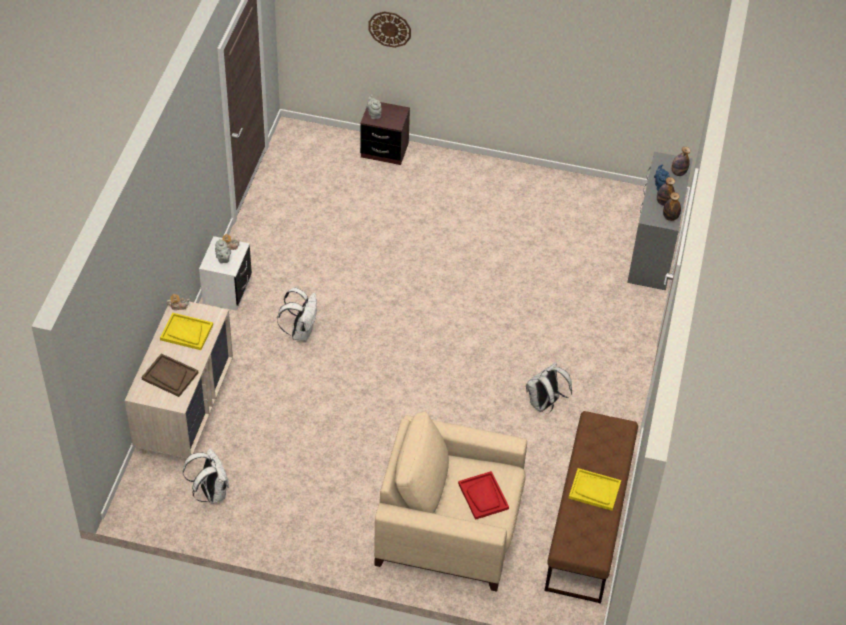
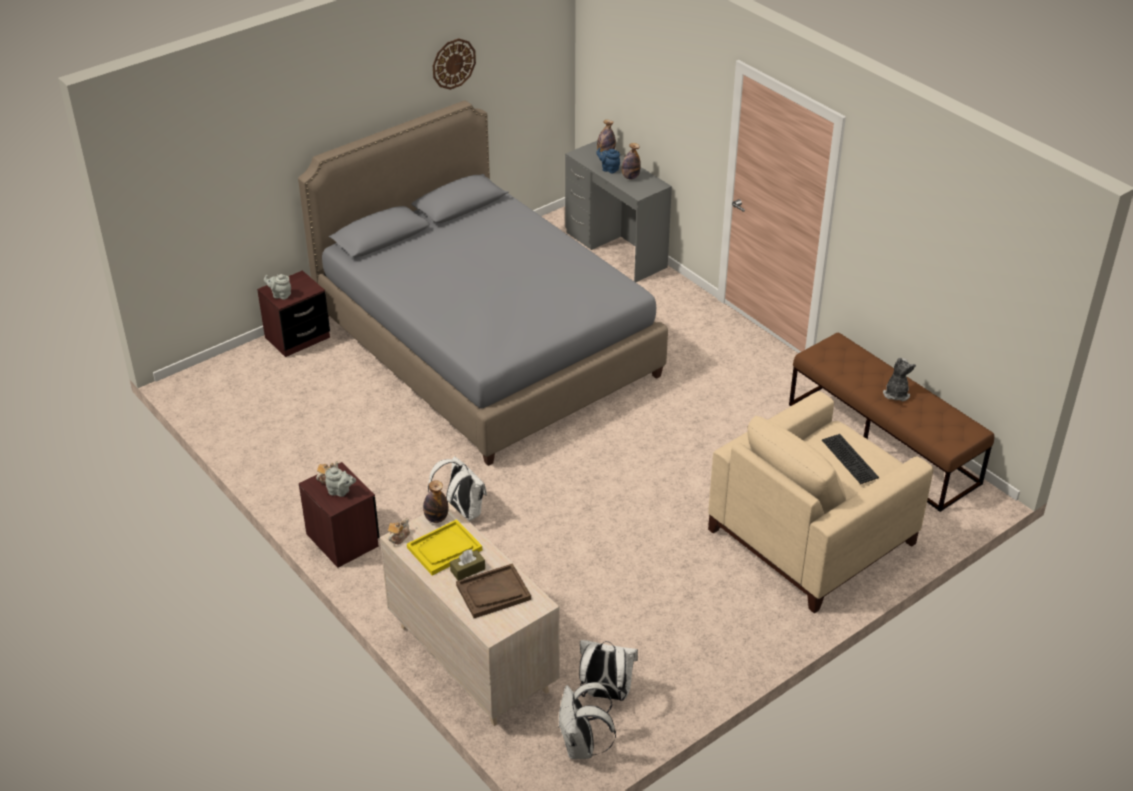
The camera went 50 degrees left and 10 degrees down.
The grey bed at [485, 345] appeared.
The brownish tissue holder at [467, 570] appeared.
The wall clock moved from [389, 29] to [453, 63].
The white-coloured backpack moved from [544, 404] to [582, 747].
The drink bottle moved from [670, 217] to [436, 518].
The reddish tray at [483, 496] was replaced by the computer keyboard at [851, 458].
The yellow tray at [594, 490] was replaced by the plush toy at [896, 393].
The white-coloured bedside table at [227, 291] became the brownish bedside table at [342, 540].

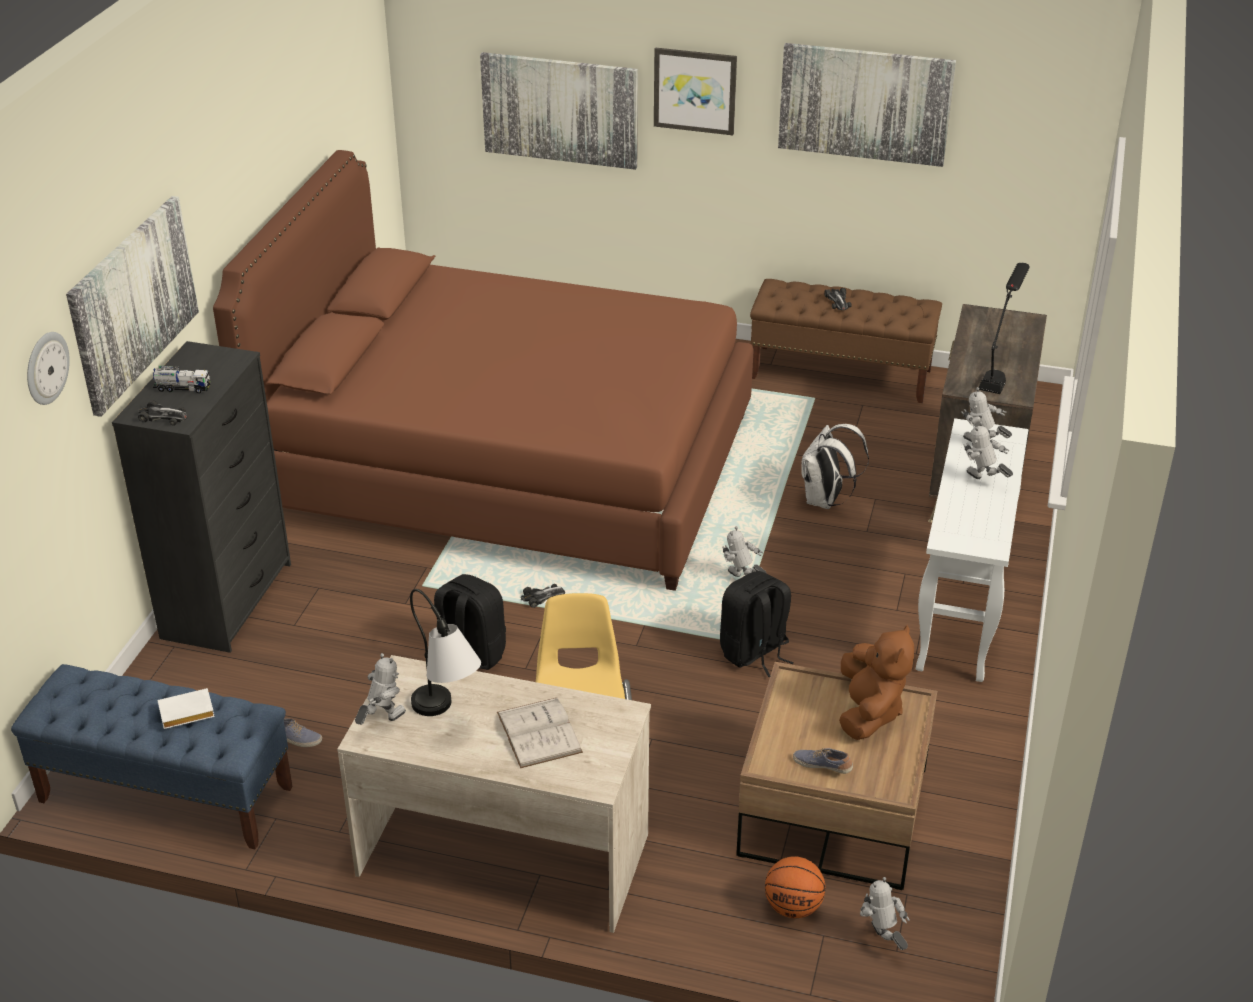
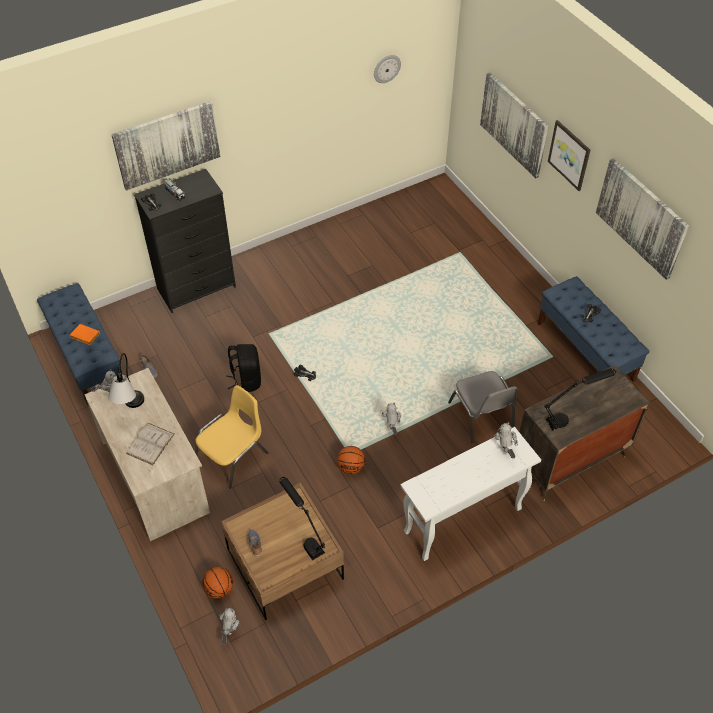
The camera went 45 degrees right and 15 degrees up.
The brownish bed at [509, 465] disappeared.
The model robot at [982, 482] disappeared.
The wall clock moved from [46, 368] to [386, 68].
The black backpack at [754, 653] was replaced by the basketball at [351, 467].
The white-coloured backpack at [825, 500] was replaced by the grey upright chair at [482, 416].
The brownish plush toy at [869, 712] was replaced by the black table lamp at [305, 537].
The white-coloured book at [185, 714] became the orange-coloured book at [84, 336].
The brownish long seat at [841, 374] became the bluish long seat at [585, 352].

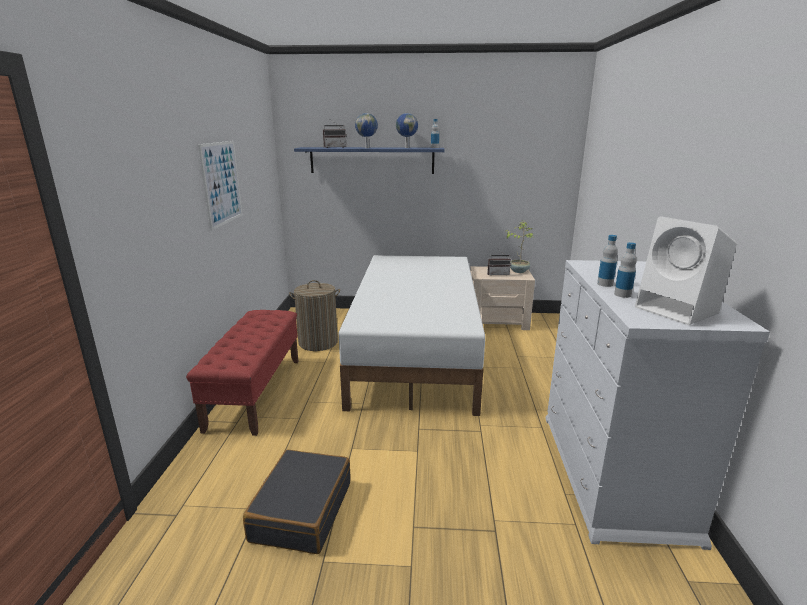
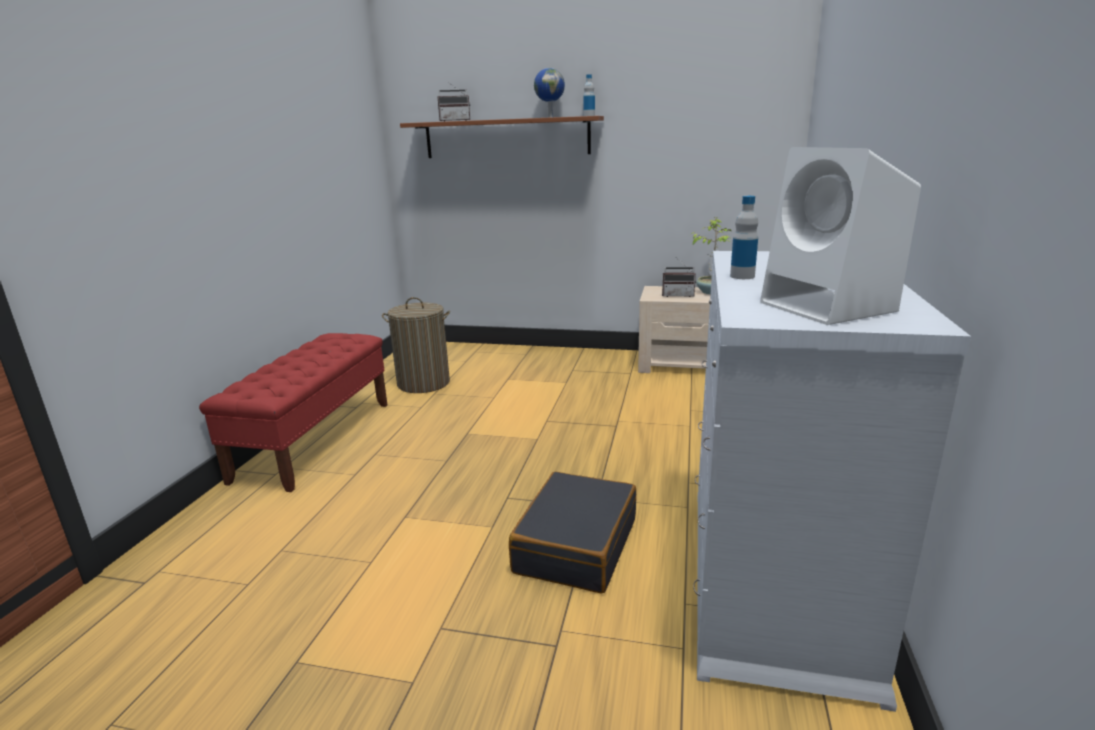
The camera went 10 degrees right and 0 degrees up.
The picture at [221, 183] disappeared.
The white-coloured bed at [416, 351] disappeared.
The desk globe at [367, 148] disappeared.
The drink bottle at [622, 294] disappeared.
The black suitcase moved from [301, 511] to [575, 545].
The bluish shelf at [372, 160] became the brownish shelf at [506, 138].

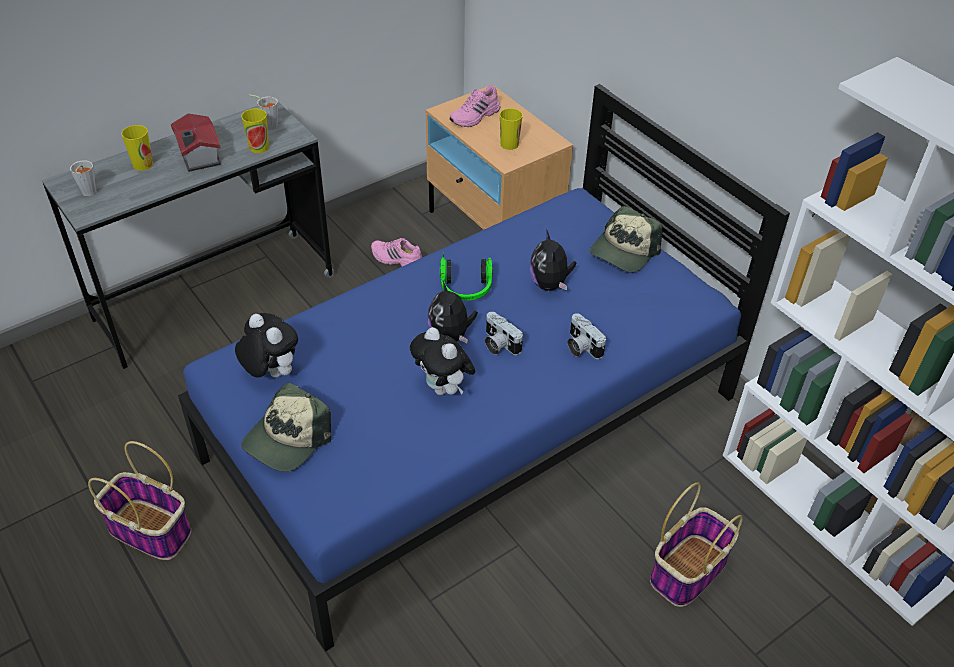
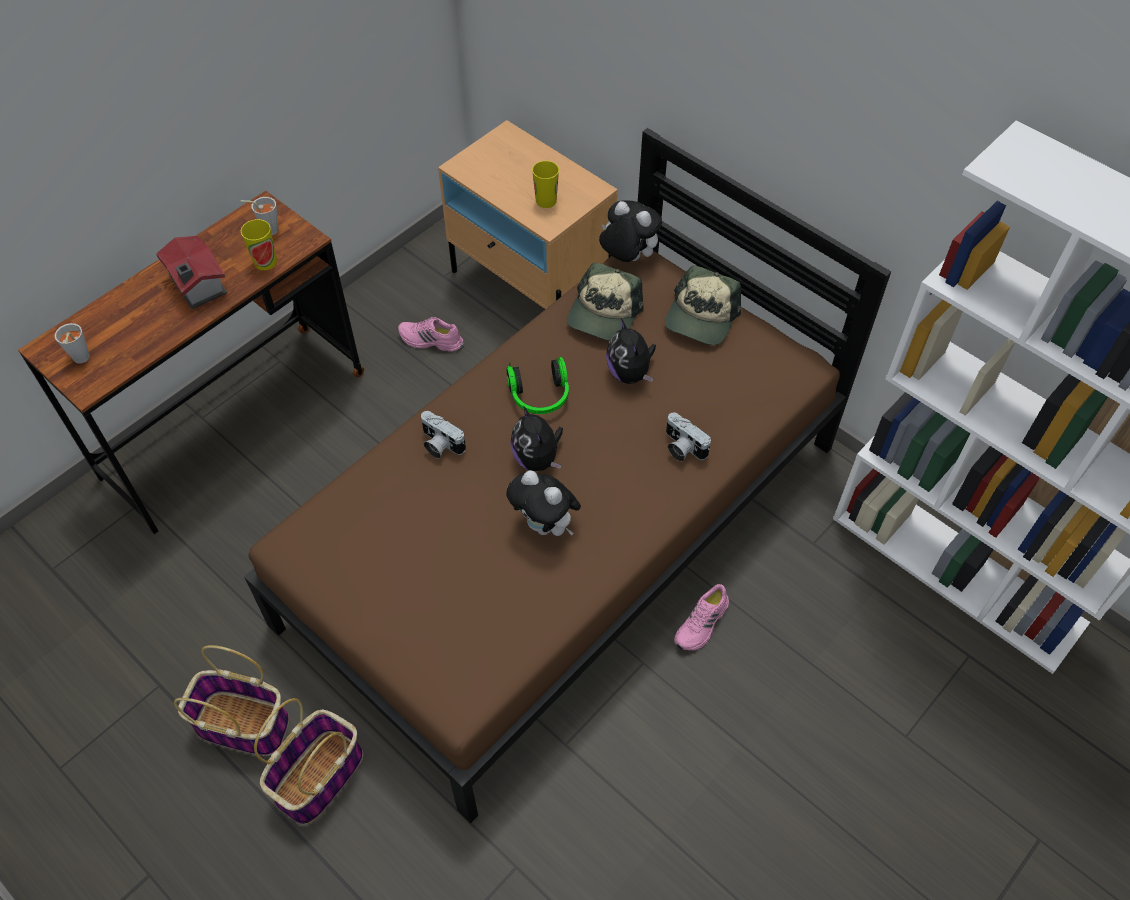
The camera went 10 degrees left and 10 degrees up.
The cup at [143, 164] disappeared.
The plush toy moved from [270, 373] to [627, 258].
The peaked cap moved from [287, 439] to [604, 314].
The pinkish item of footwear moved from [475, 116] to [702, 624].
The still camera moved from [498, 344] to [439, 445].
The basket moved from [688, 569] to [319, 775].
The grey desk unit at [215, 297] became the brownish desk unit at [234, 424].
The bluish bed at [474, 426] became the brownish bed at [565, 533].

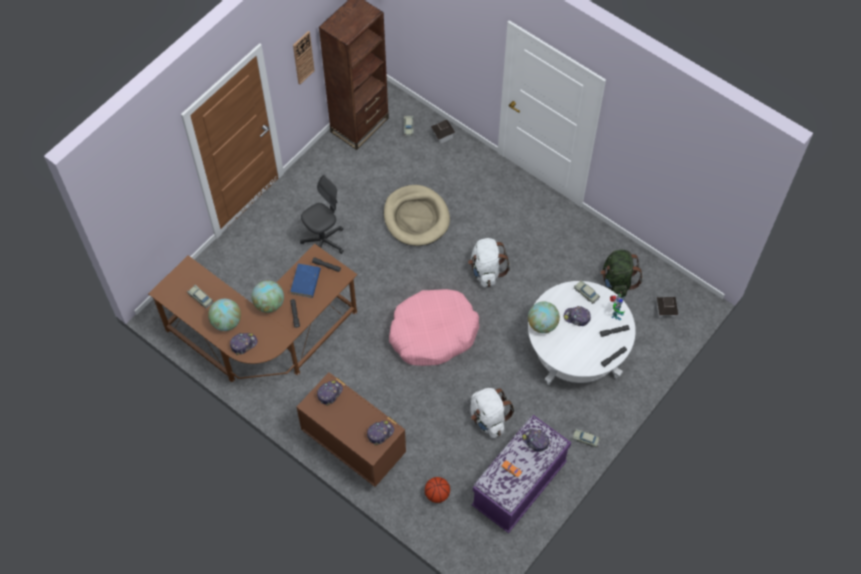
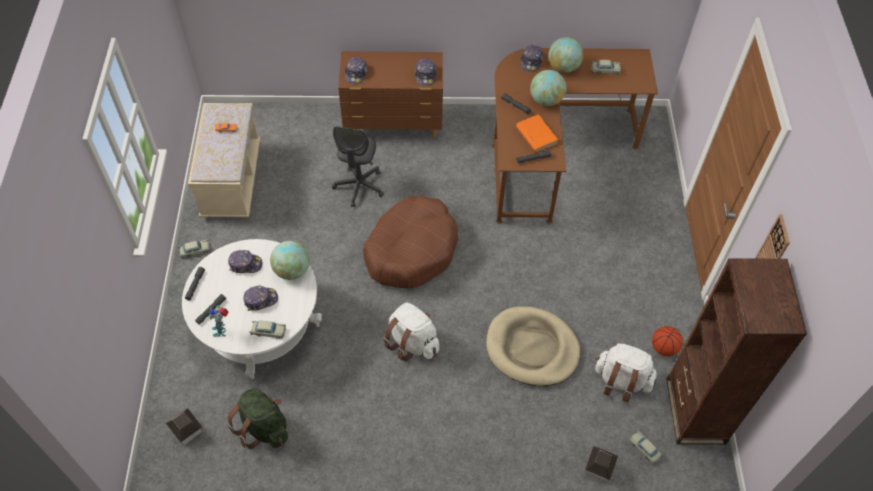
The camera went 140 degrees right and 5 degrees down.
The grey computer chair moved from [323, 242] to [359, 186].
The basketball moved from [437, 494] to [663, 348].
The white-coloured backpack moved from [488, 419] to [621, 381].
The peaked cap moved from [535, 441] to [245, 264].
The bluish book at [305, 282] became the orange-coloured book at [536, 135].
The pinkish dog bed at [433, 333] became the brownish dog bed at [411, 250].
The purple-coloured long seat at [519, 485] became the beige-coloured long seat at [231, 180].

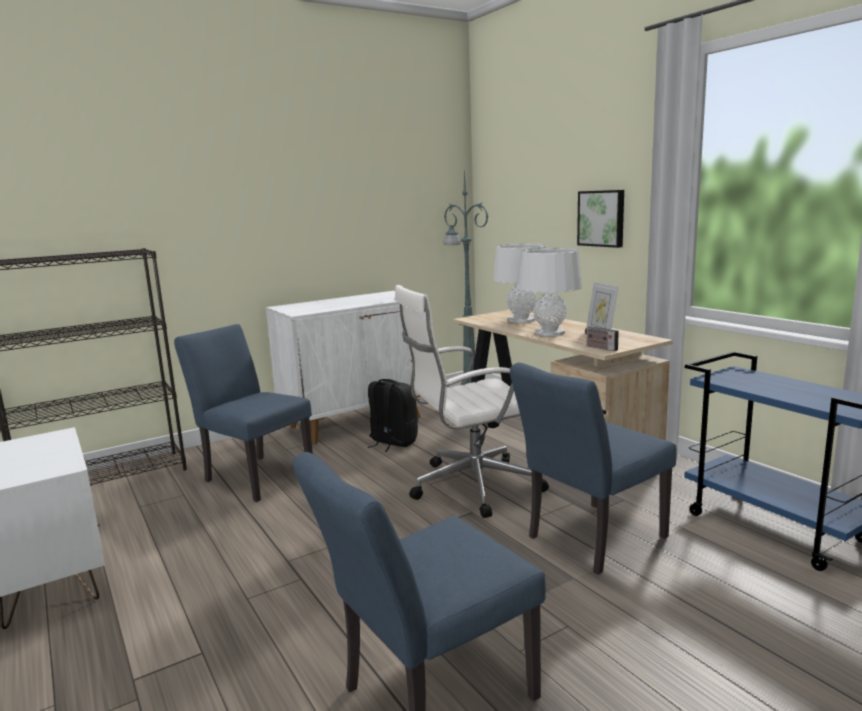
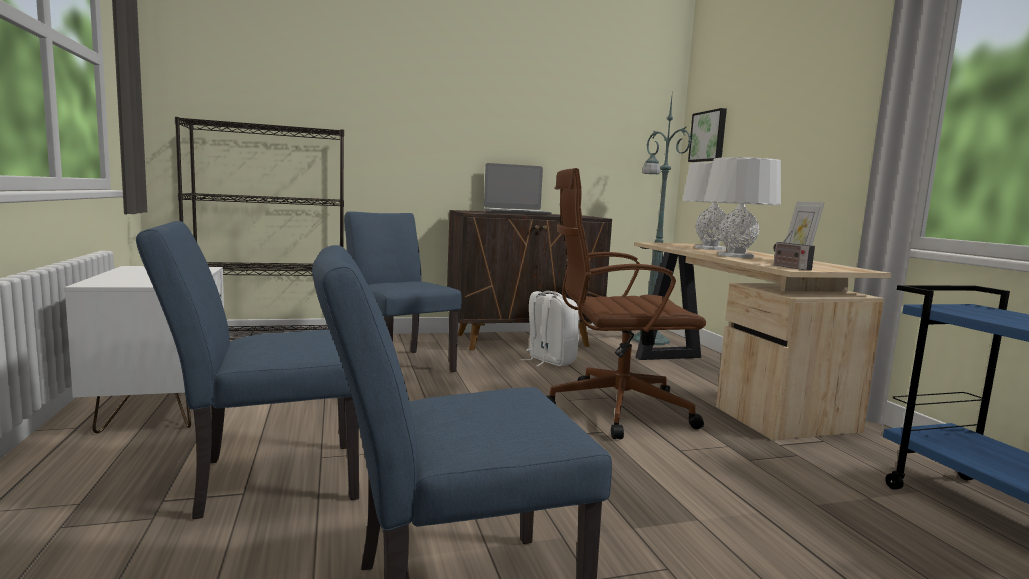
The camera went 15 degrees right and 5 degrees down.
The laptop at [516, 213] appeared.
The bluish upright chair moved from [589, 540] to [263, 480].
The picture moved from [602, 218] to [709, 136].
The white-coloured cupboard at [357, 422] became the brownish cupboard at [523, 340].
The black backpack at [392, 442] became the white-coloured backpack at [549, 361].
The white-coloured computer chair at [471, 486] became the brownish computer chair at [614, 409].

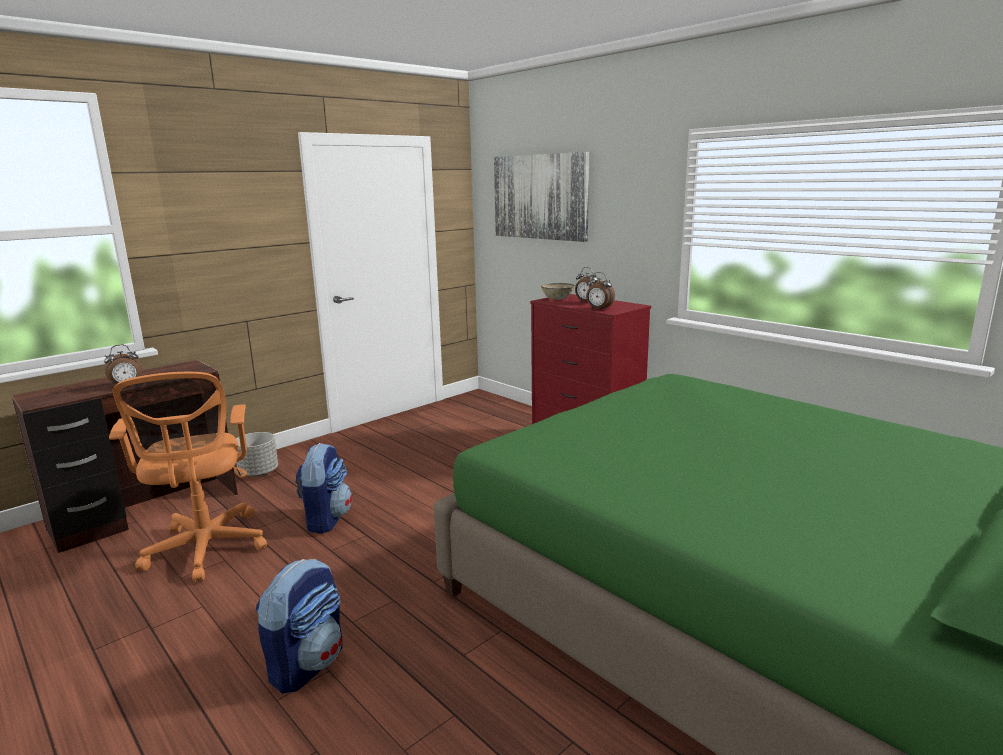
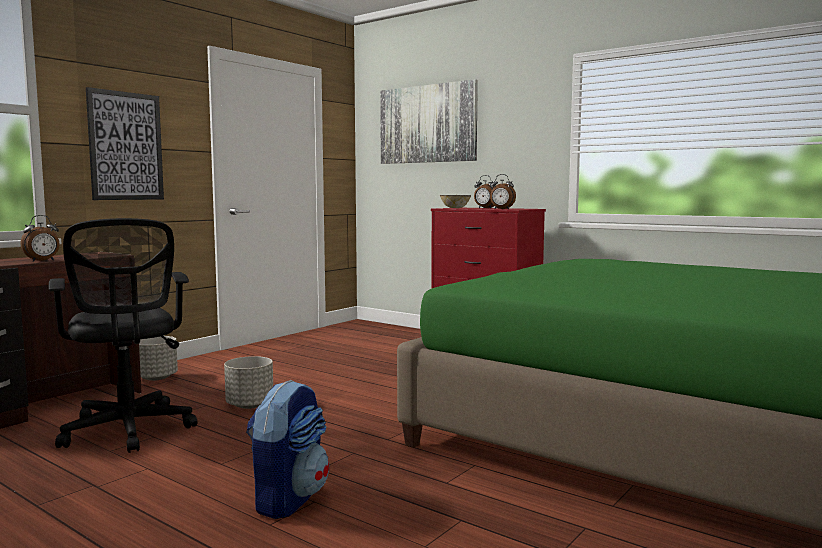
The camera went 10 degrees left and 10 degrees down.
The picture at [126, 146] appeared.
The backpack at [326, 519] was replaced by the grey planter at [249, 405].
The orange-coloured computer chair at [206, 550] became the black computer chair at [128, 431].

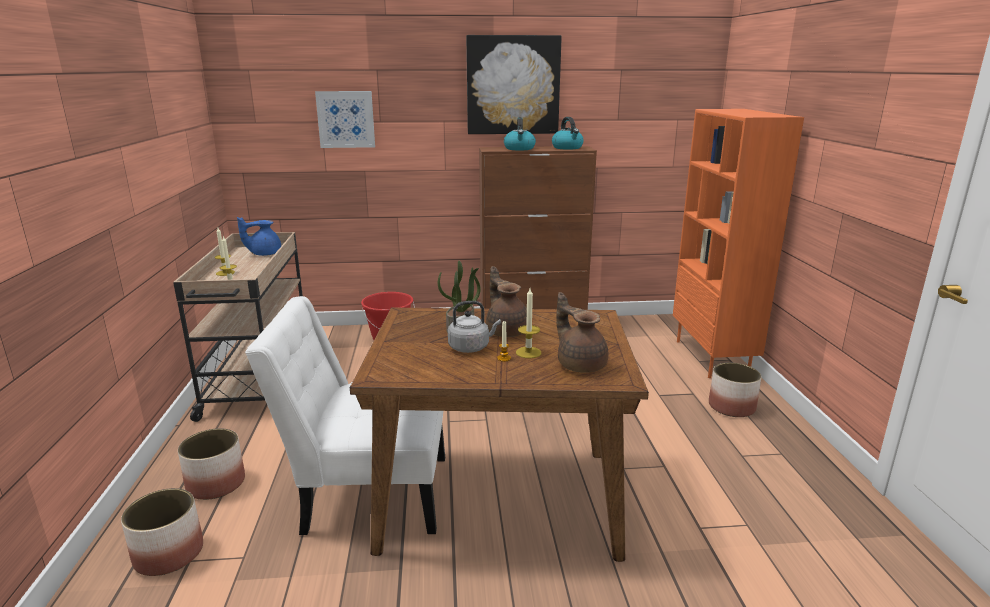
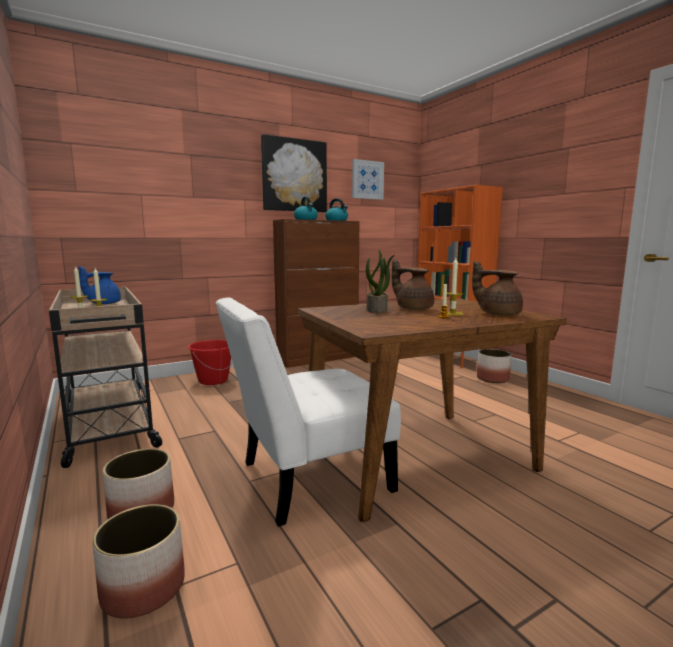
The camera went 25 degrees left and 10 degrees down.
The grey water kettle at [471, 347] disappeared.
The picture moved from [346, 119] to [367, 180].

